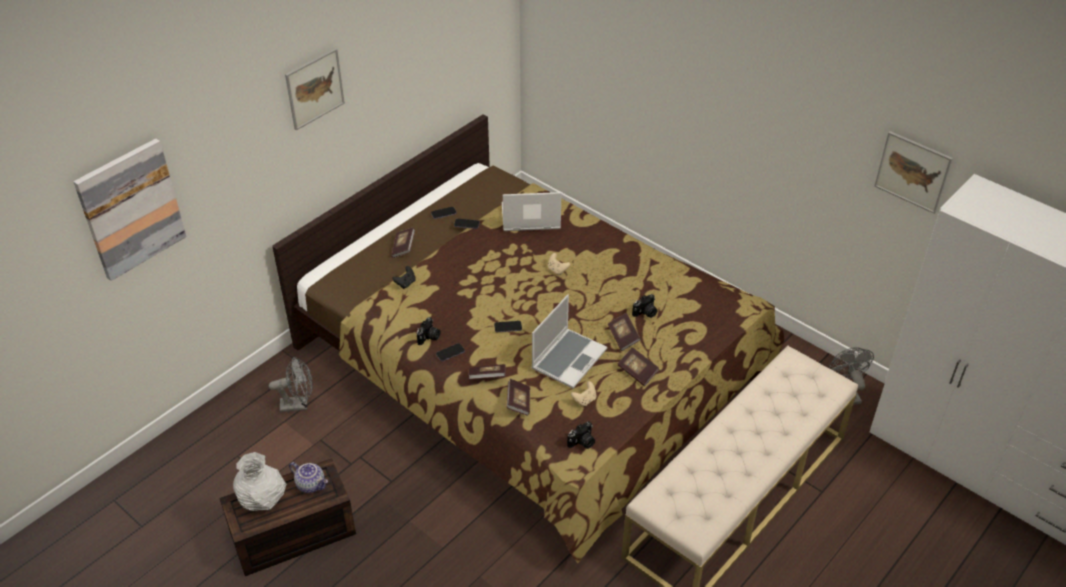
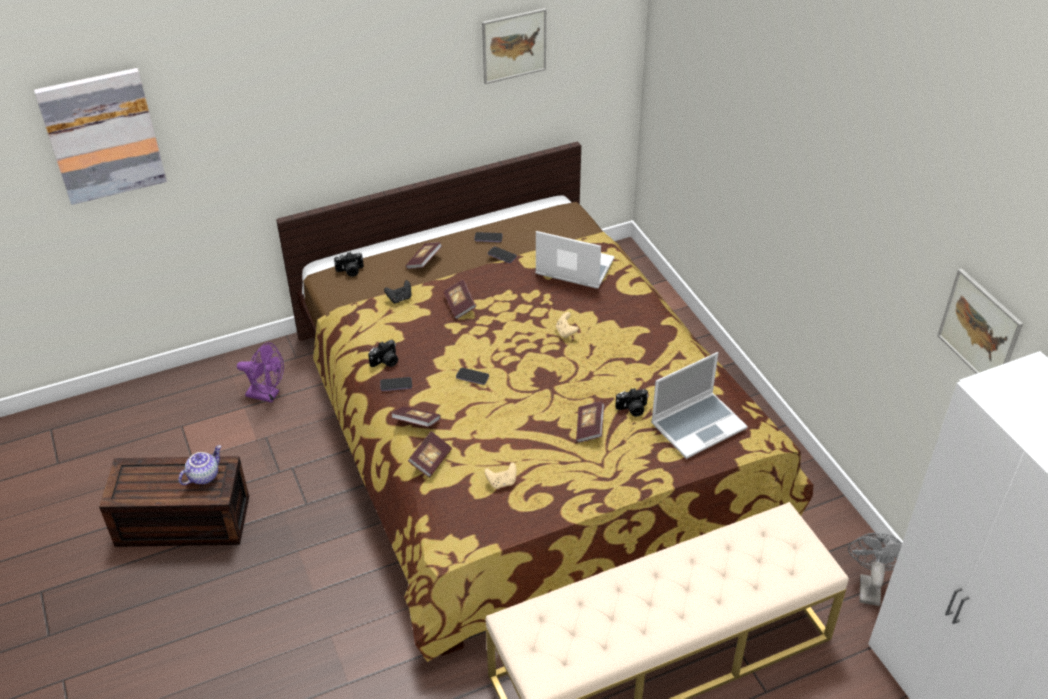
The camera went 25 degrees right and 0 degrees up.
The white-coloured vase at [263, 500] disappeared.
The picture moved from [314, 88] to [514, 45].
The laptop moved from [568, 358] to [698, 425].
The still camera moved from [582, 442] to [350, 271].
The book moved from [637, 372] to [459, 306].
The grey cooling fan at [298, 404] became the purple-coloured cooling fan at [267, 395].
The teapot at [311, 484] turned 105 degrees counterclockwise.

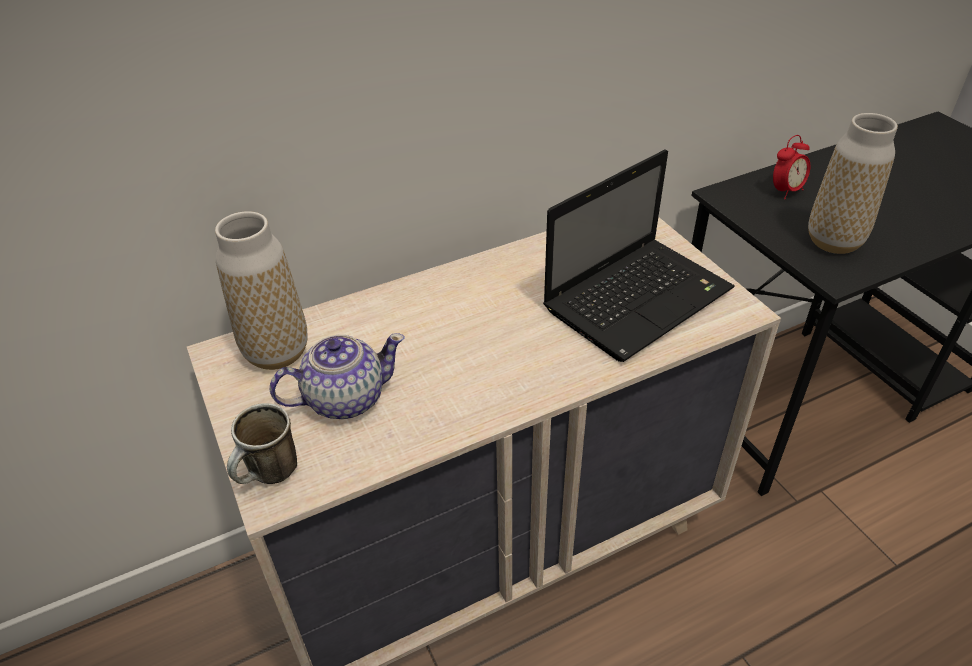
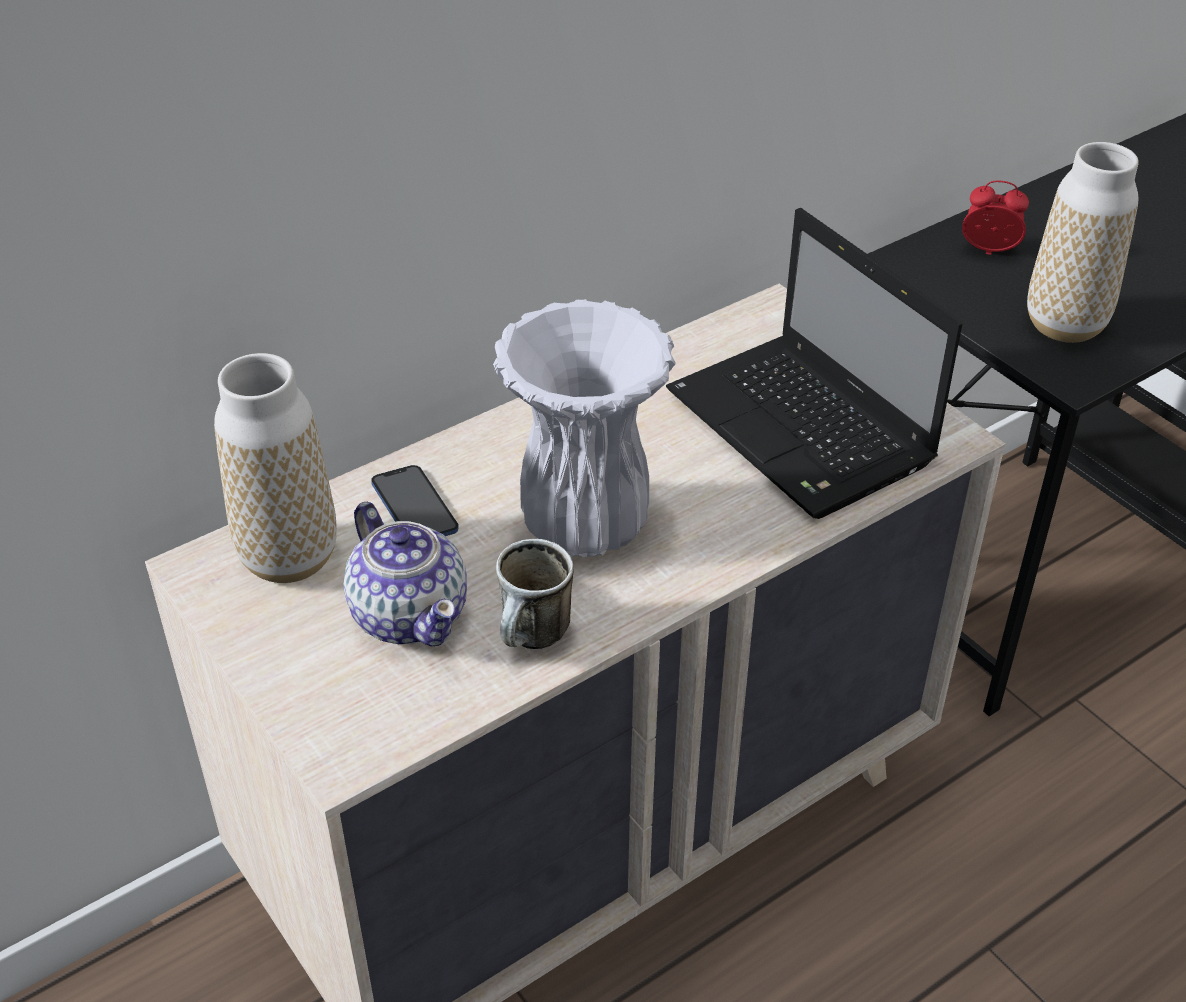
The camera went 10 degrees left and 0 degrees up.
The handset at [414, 507] appeared.
The white-coloured vase at [582, 528] appeared.
The coffee mug moved from [270, 476] to [534, 640].
The teapot at [344, 398] turned 90 degrees clockwise.
The laptop at [639, 297] turned 105 degrees clockwise.
The bedside clock at [786, 191] turned 120 degrees counterclockwise.

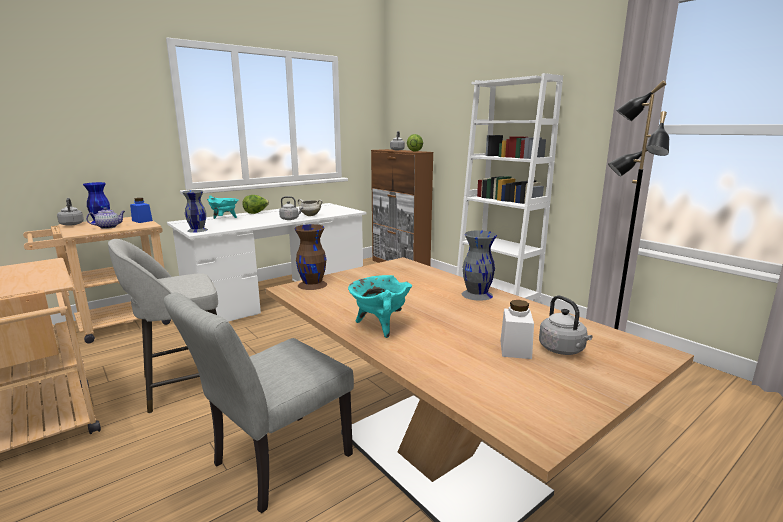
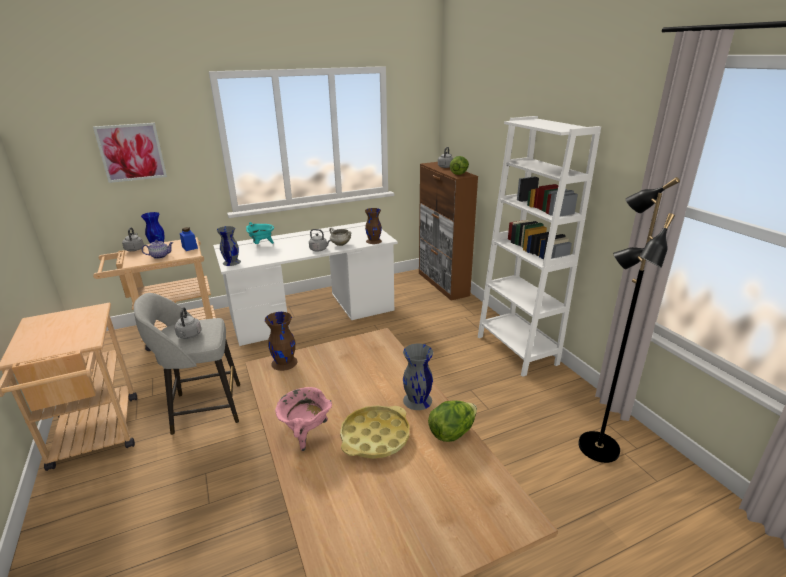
The camera went 15 degrees right and 10 degrees up.
The grey upright chair at [273, 464] disappeared.
The white-coloured jar at [515, 349] disappeared.
The picture at [131, 152] appeared.
The yellow tray at [375, 436] appeared.
The brownish vase at [374, 241] appeared.
The lettuce moved from [256, 213] to [452, 432].
The grey water kettle moved from [563, 350] to [189, 336].
The turquoise stockpot at [379, 326] became the pinkish stockpot at [306, 433].

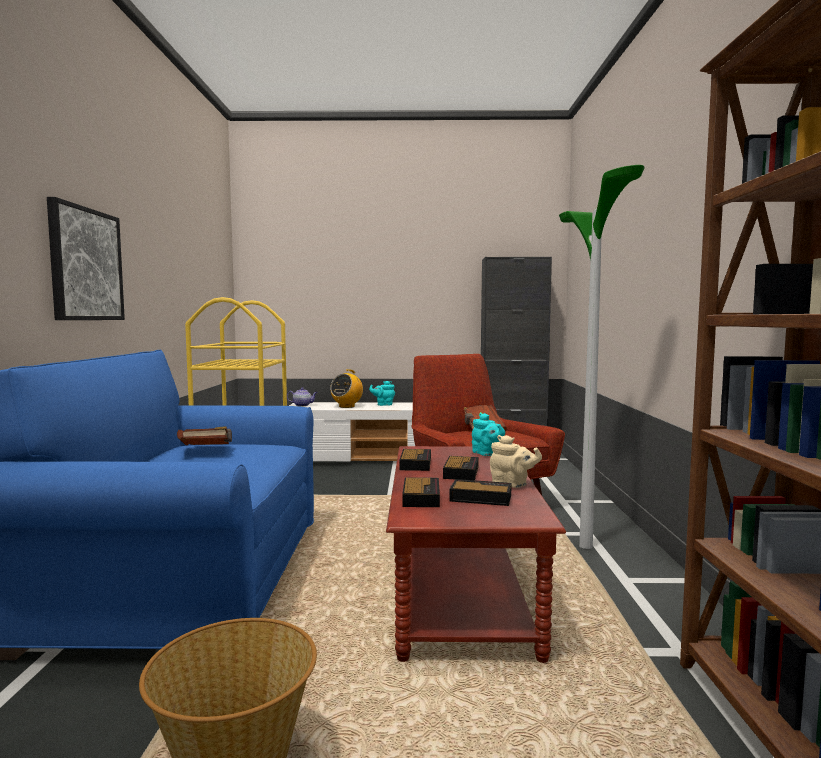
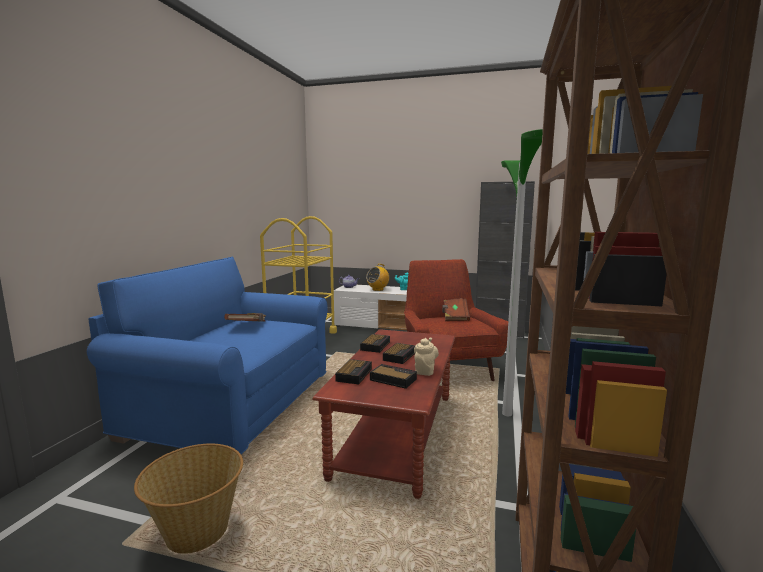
The camera went 15 degrees right and 5 degrees up.
The picture at [85, 264] disappeared.
The turquoise teapot at [487, 454] disappeared.
The beige-coloured teapot at [512, 485] turned 120 degrees counterclockwise.

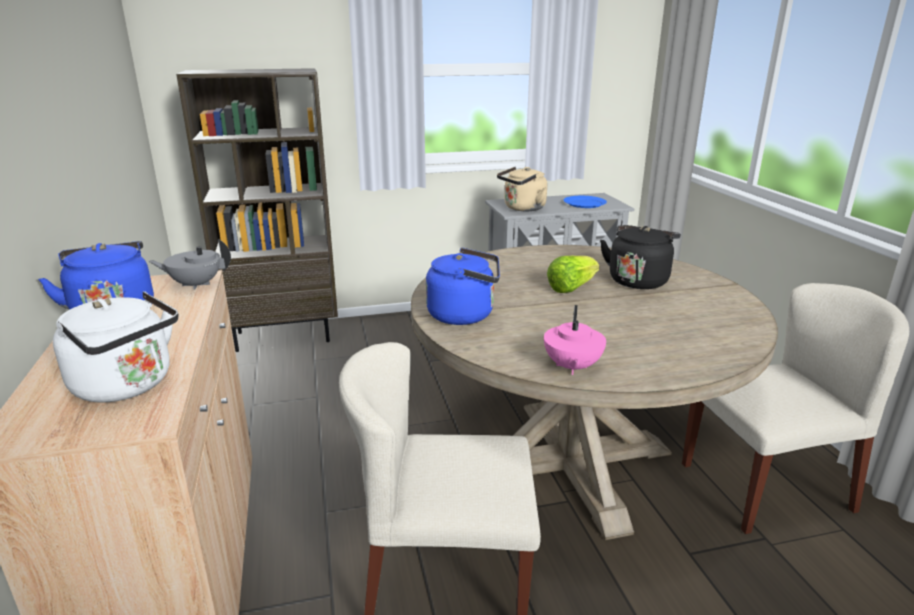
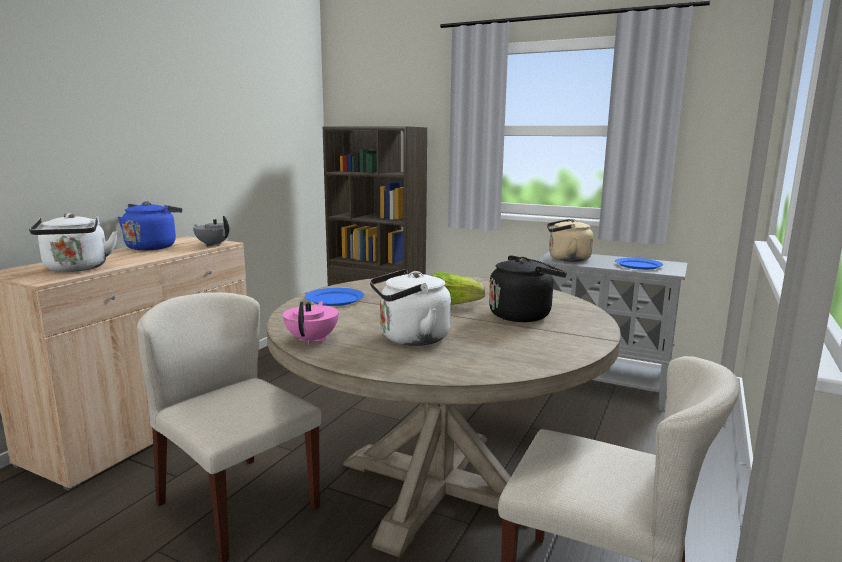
The camera went 40 degrees right and 10 degrees down.
The white-coloured water kettle at [410, 339] appeared.
The bluish water kettle at [465, 315] was replaced by the bluish dinner plate at [334, 299].
The pinkish teapot at [571, 367] turned 135 degrees clockwise.

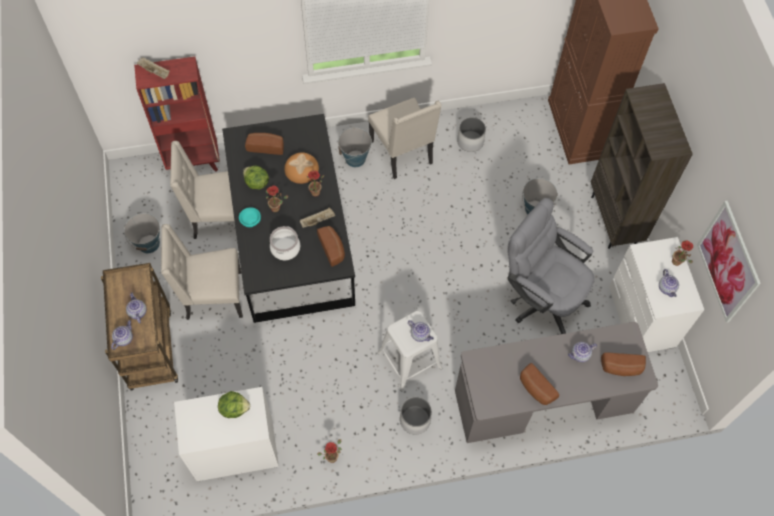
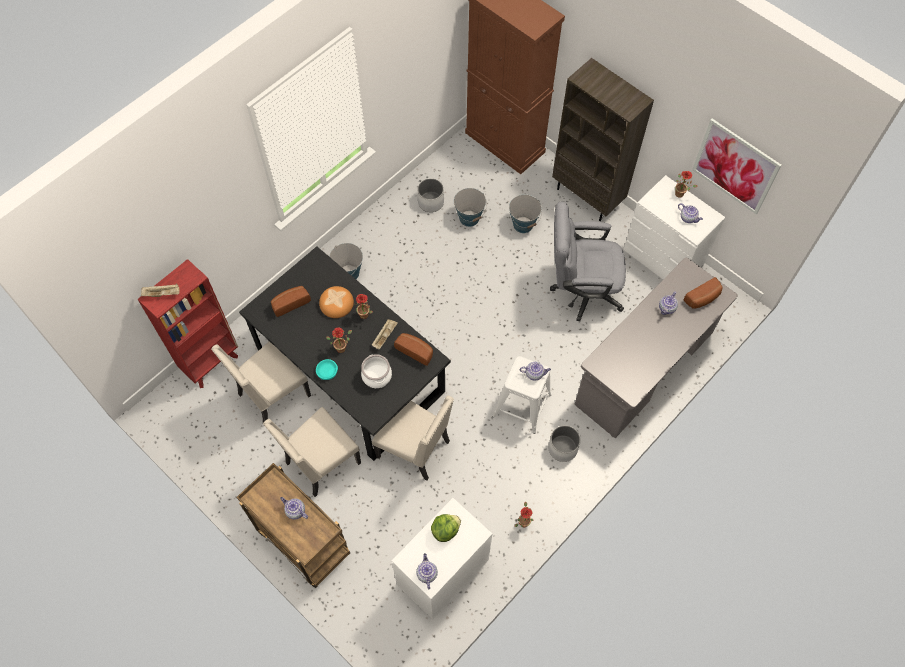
The camera went 35 degrees left and 0 degrees up.
The lettuce at [256, 183] disappeared.
The bakery bread at [535, 389] disappeared.
The teapot moved from [124, 338] to [426, 573].
The bucket moved from [149, 243] to [469, 218].
The beige-coloured upright chair moved from [403, 153] to [415, 449].

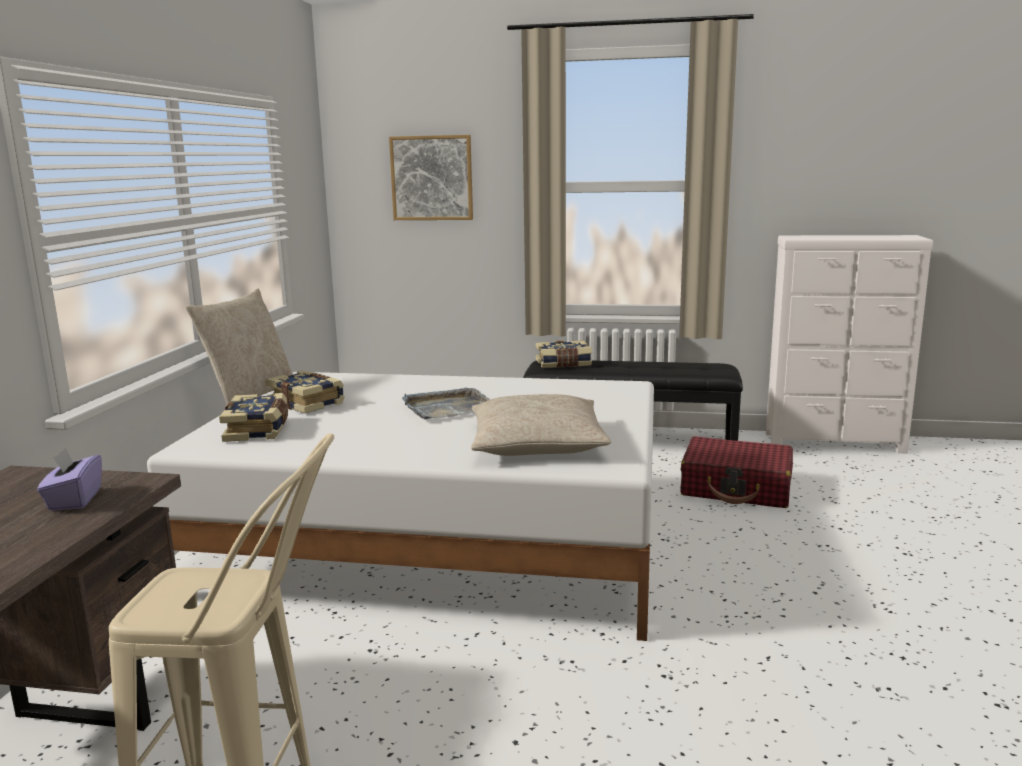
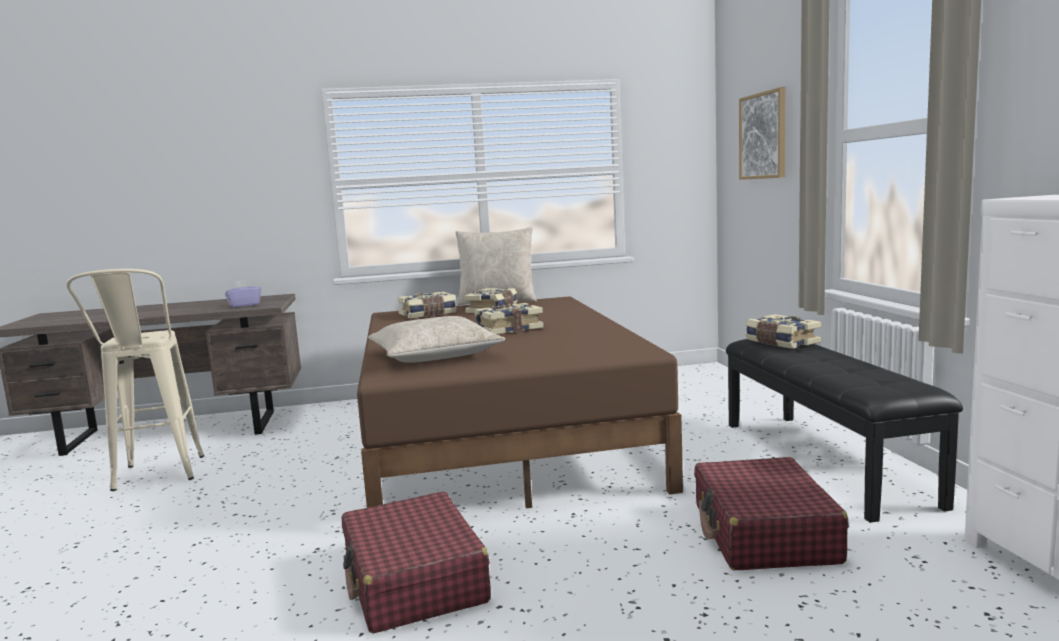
The camera went 70 degrees right and 5 degrees down.
The reddish suitcase at [414, 581] appeared.
The grey tray at [447, 408] was replaced by the book at [508, 329].
The white-coloured bed at [437, 541] became the brownish bed at [501, 439].

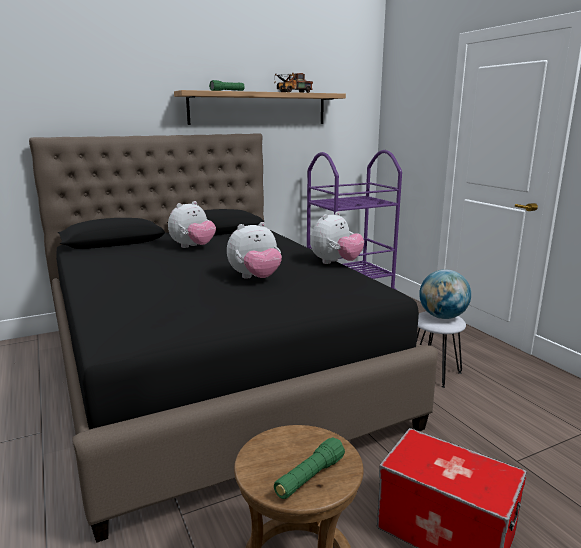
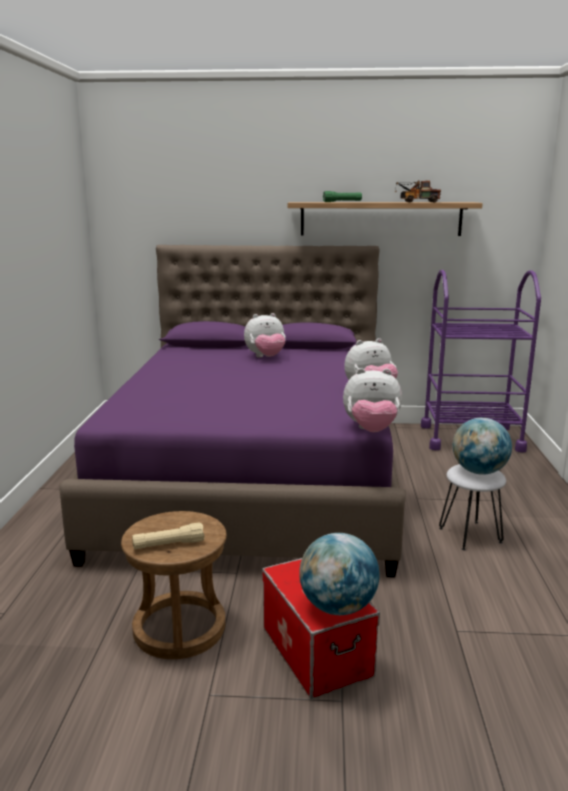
The camera went 30 degrees right and 0 degrees up.
The desk globe at [337, 607] appeared.
The plush toy moved from [255, 278] to [371, 430].
The black bed at [211, 371] became the purple-coloured bed at [255, 479].
The greenish flashlight at [309, 477] became the beige-coloured flashlight at [168, 545].

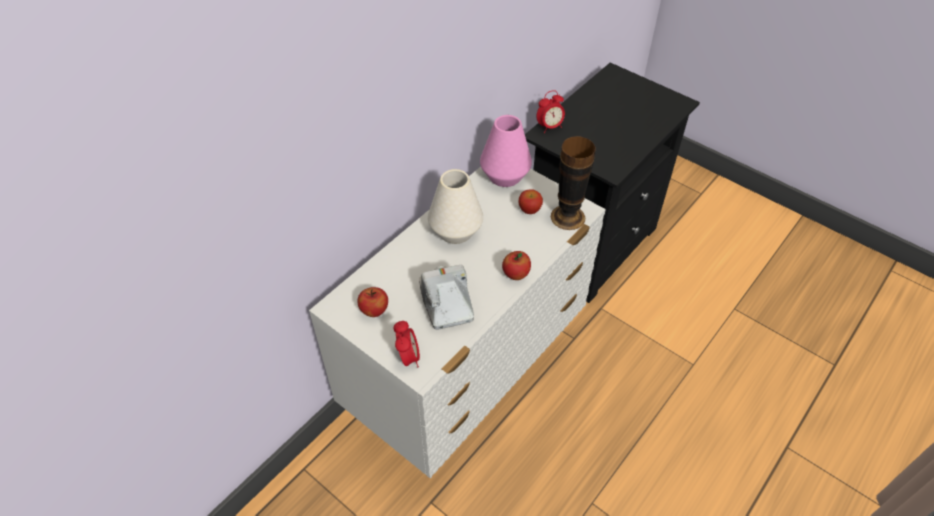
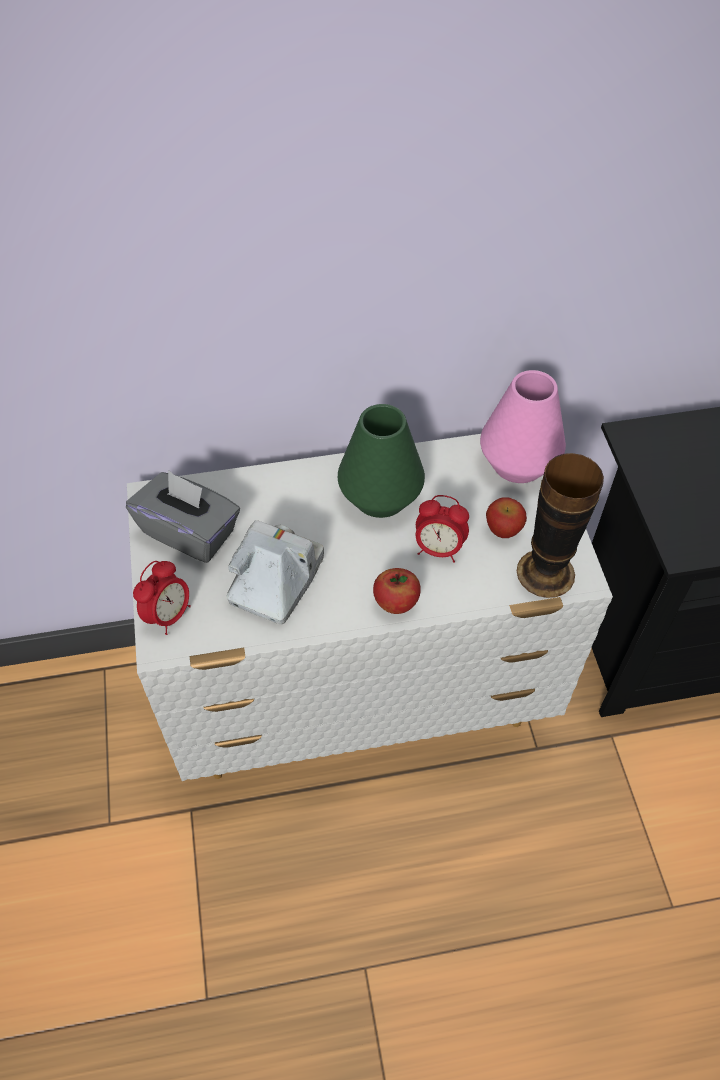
The camera went 40 degrees right and 5 degrees up.
The bedside clock moved from [549, 127] to [438, 549].
The apple fruit at [374, 310] was replaced by the grey tissue holder at [190, 532].
The white-coloured vase at [455, 231] became the greenish vase at [380, 496].

